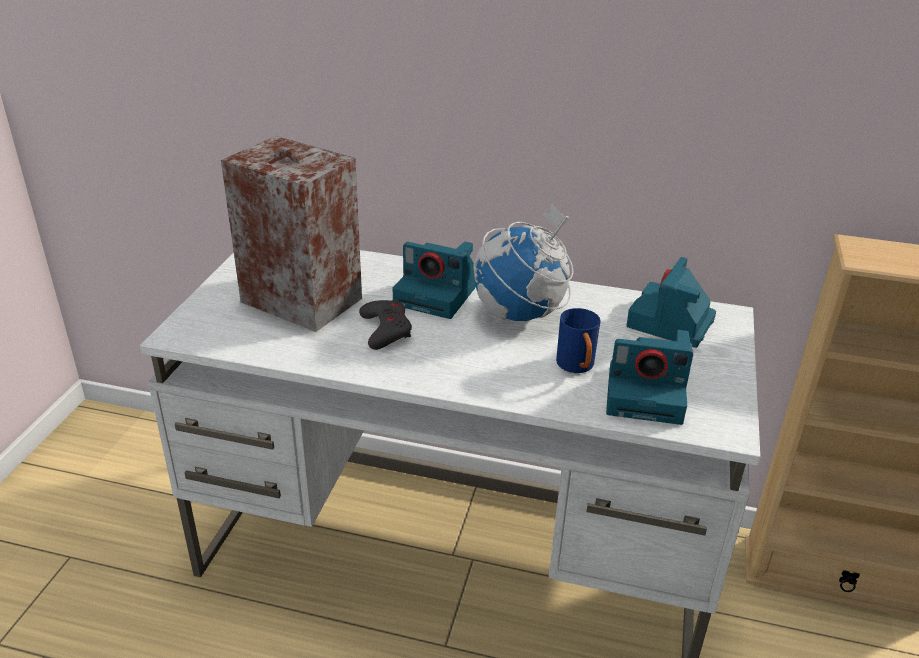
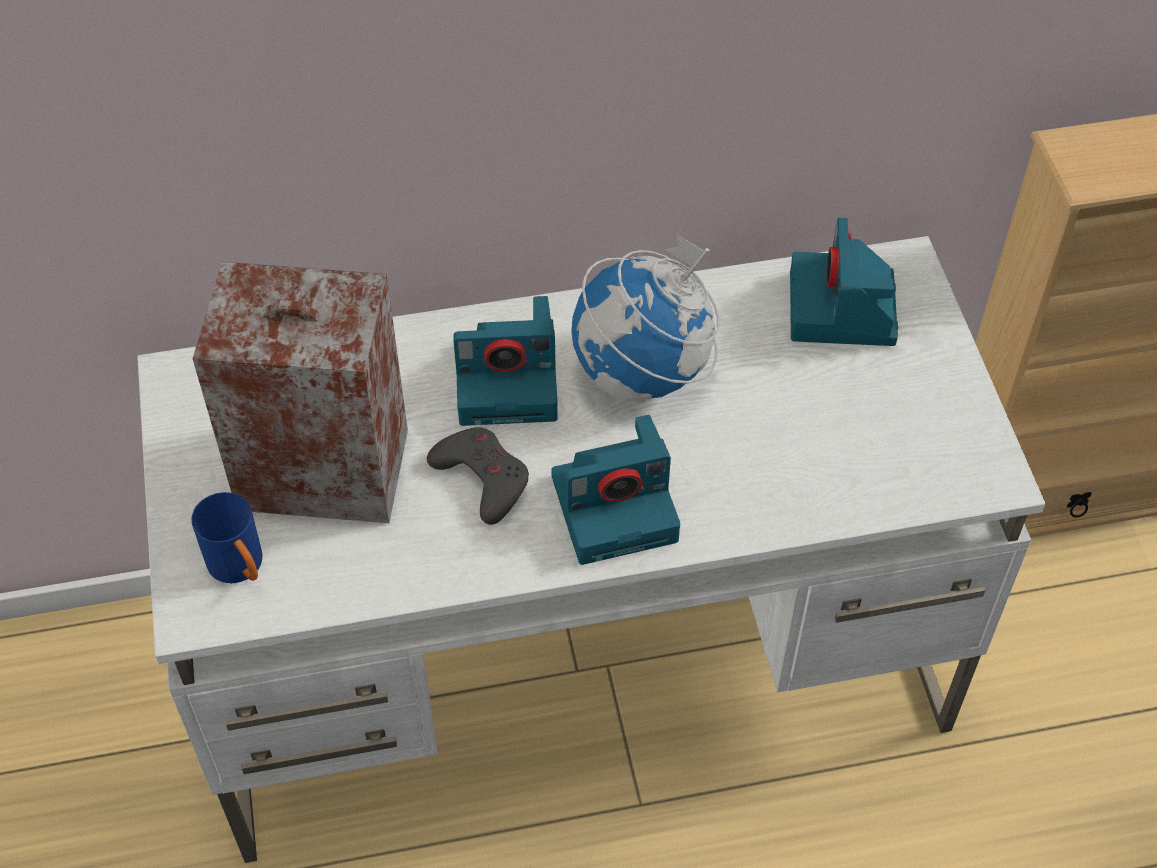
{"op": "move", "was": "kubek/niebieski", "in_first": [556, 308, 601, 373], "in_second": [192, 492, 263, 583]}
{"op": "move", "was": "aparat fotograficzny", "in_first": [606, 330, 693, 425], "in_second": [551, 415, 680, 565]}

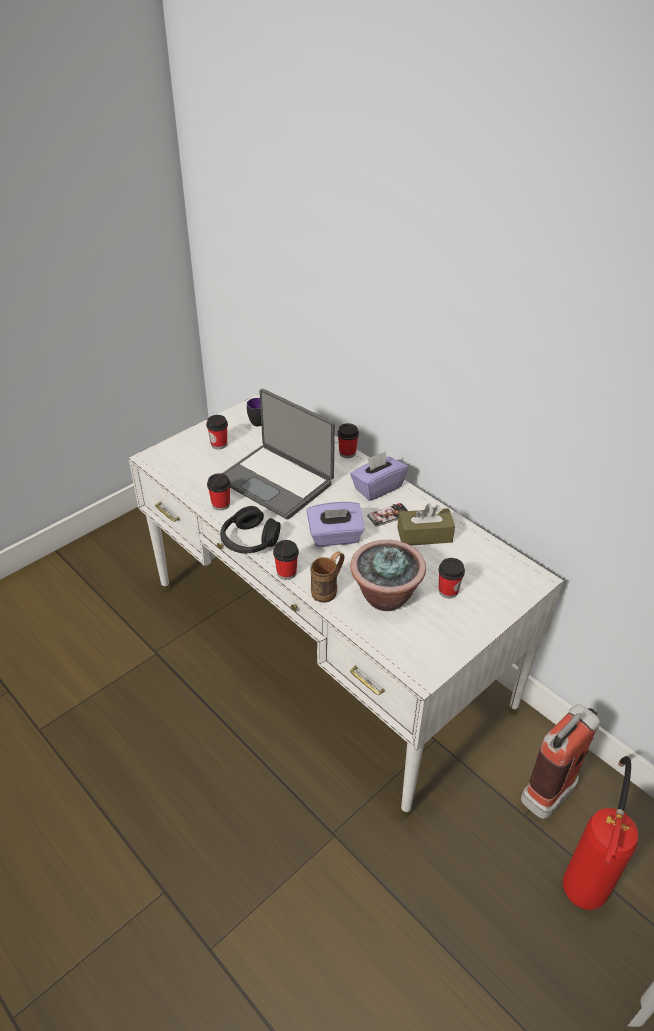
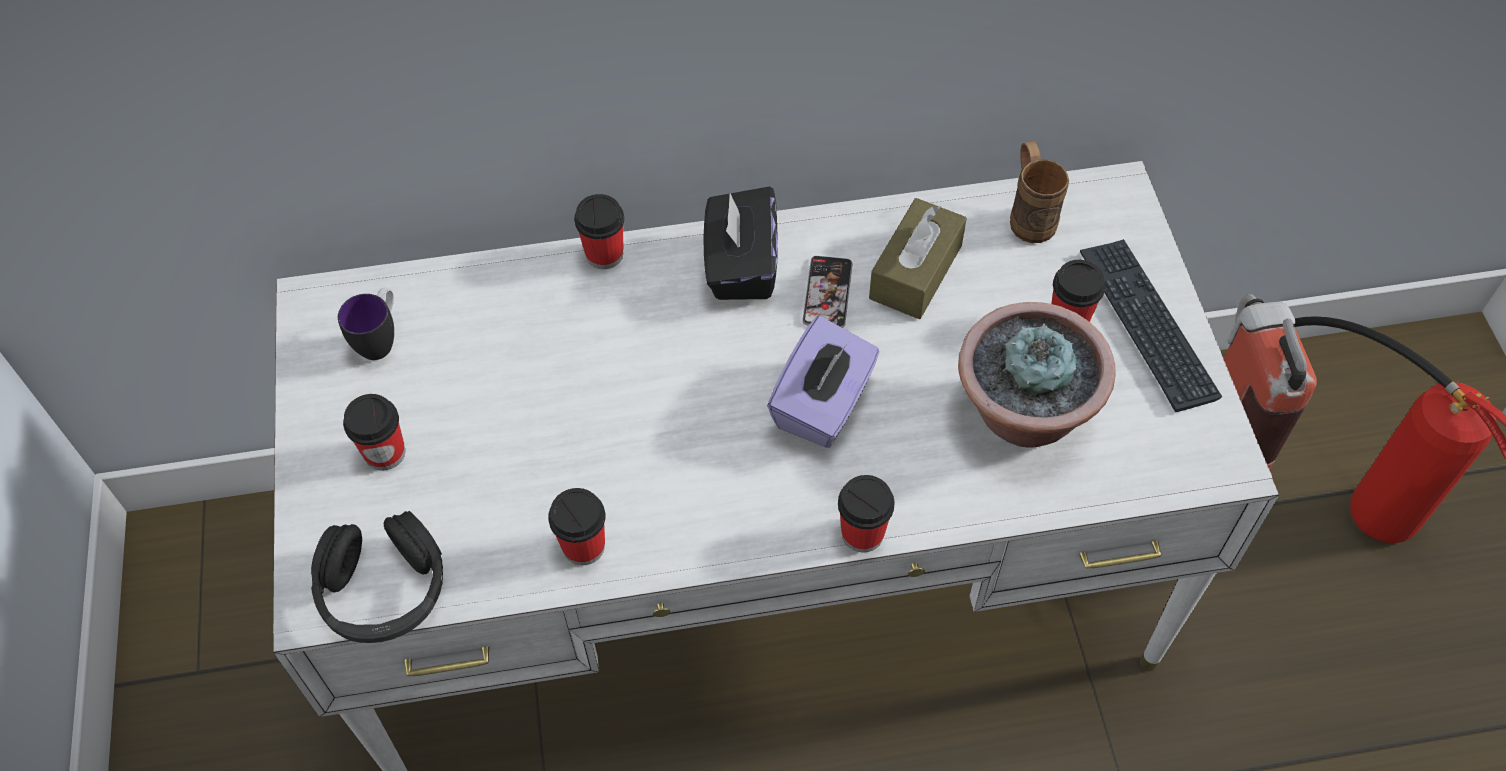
{"op": "move", "was": "słuchawki/czarny", "in_first": [220, 506, 281, 554], "in_second": [311, 511, 443, 643]}
{"op": "recolor", "was": "pudełko chusteczek/fioletowy", "now": "pudełko chusteczek/czarny", "in_first": [350, 451, 408, 501], "in_second": [704, 186, 778, 300]}
{"op": "move", "was": "kubek/brązowy", "in_first": [310, 551, 344, 603], "in_second": [1010, 141, 1069, 243]}
{"op": "insert", "now": "klawiatura", "in_second": [1080, 239, 1222, 412]}
{"op": "delete", "was": "laptop", "in_first": [222, 389, 335, 520]}

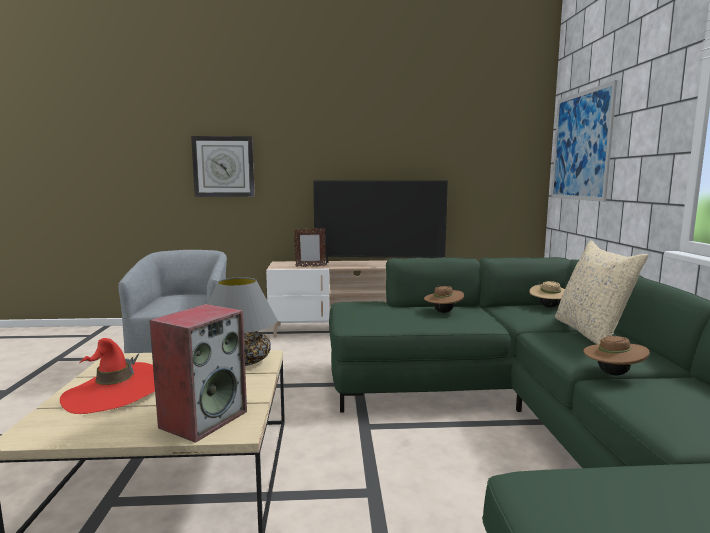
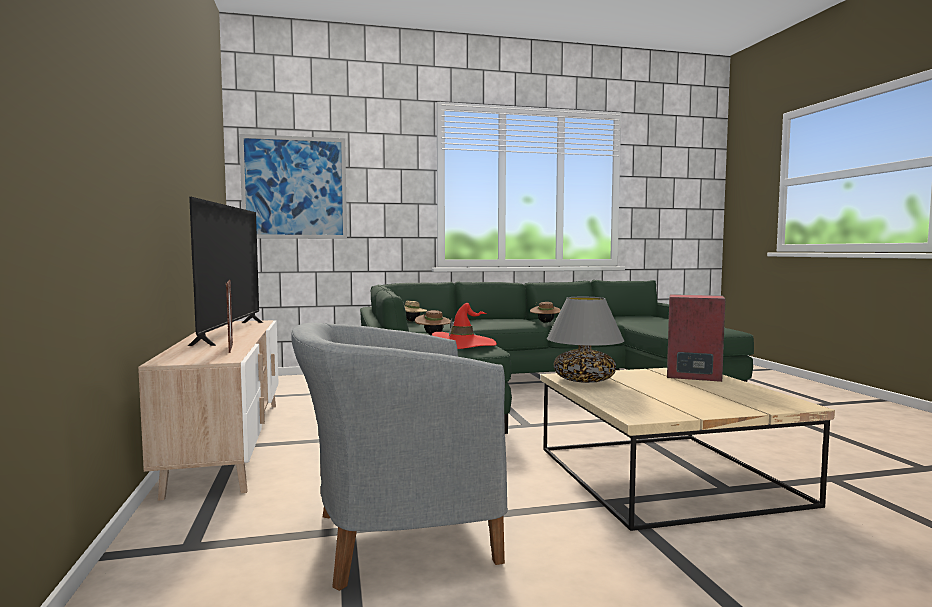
{"op": "move", "was": "kapelusz/czerwony", "in_first": [60, 338, 155, 414], "in_second": [432, 303, 497, 349]}
{"op": "delete", "was": "zegar ścienny", "in_first": [191, 136, 255, 197]}
{"op": "delete", "was": "poduszka/beżowy", "in_first": [555, 241, 648, 344]}

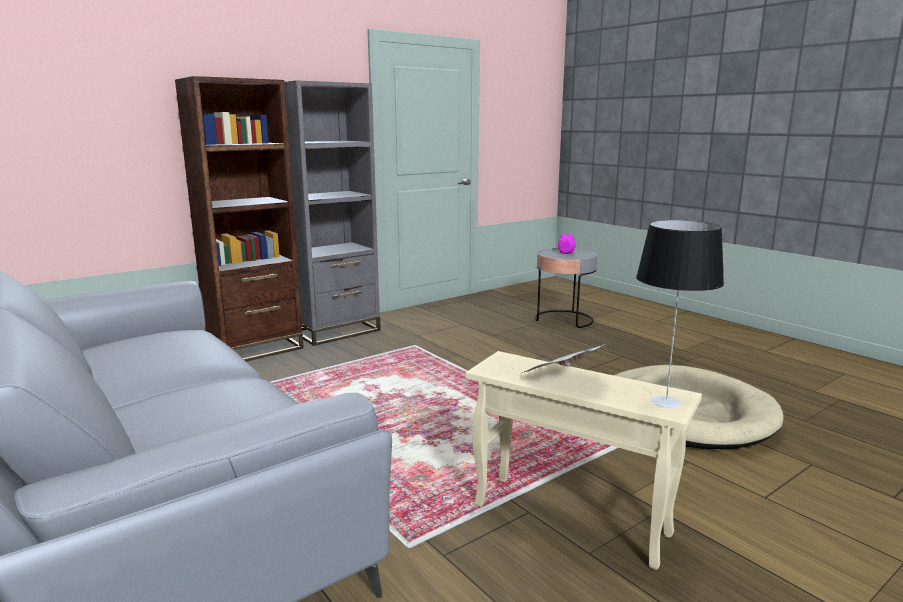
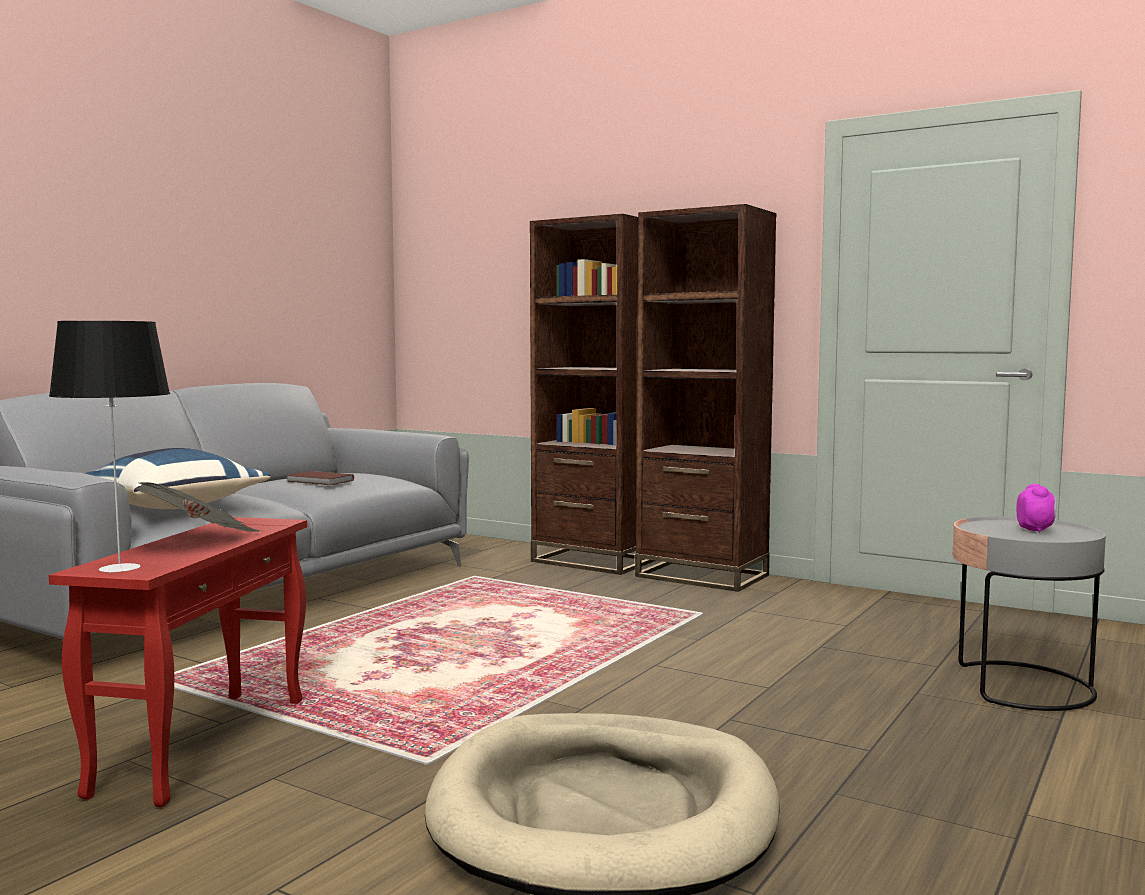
{"op": "recolor", "was": "stolik/beżowy", "now": "stolik/czerwony", "in_first": [465, 351, 702, 570], "in_second": [48, 517, 307, 807]}
{"op": "insert", "now": "poduszka/niebieski", "in_second": [85, 448, 270, 509]}
{"op": "insert", "now": "książka/brązowy", "in_second": [286, 471, 354, 485]}
{"op": "recolor", "was": "regał/szary", "now": "regał/brązowy", "in_first": [285, 80, 381, 346], "in_second": [635, 204, 777, 592]}

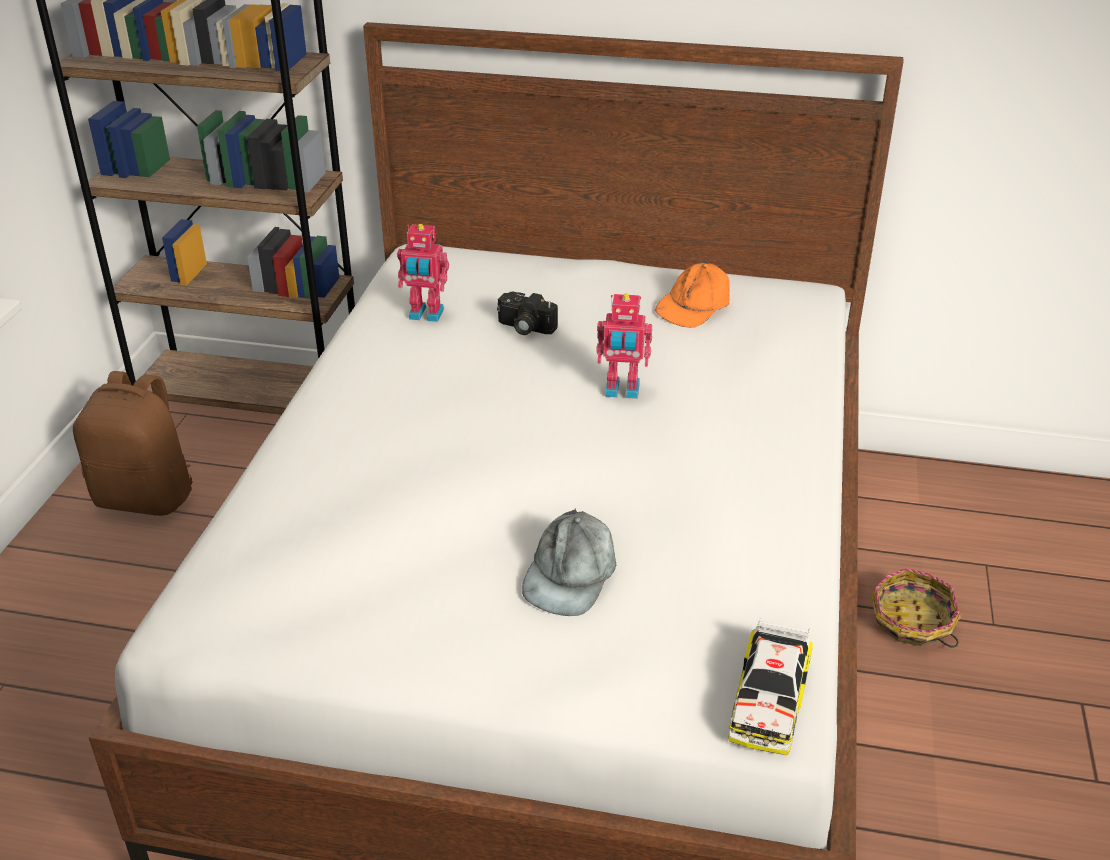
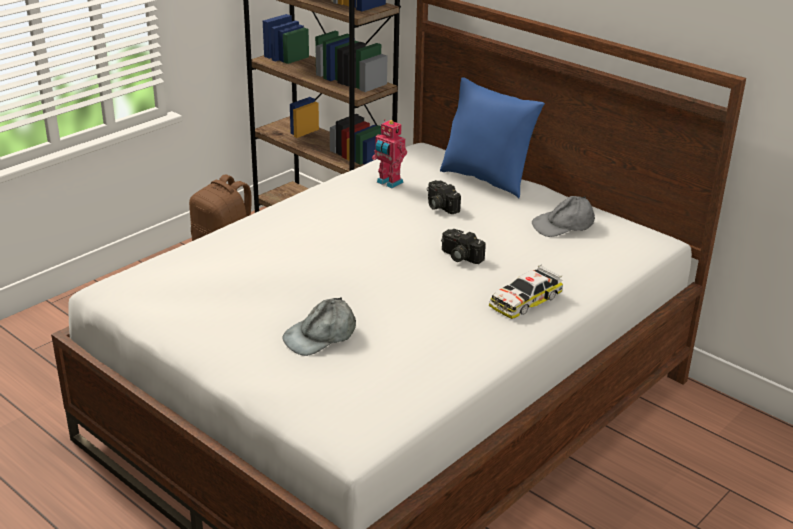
{"op": "insert", "now": "poduszka/niebieski", "in_second": [440, 77, 545, 198]}
{"op": "replace", "was": "robot zabawkowy", "now": "aparat fotograficzny", "in_first": [596, 294, 652, 399], "in_second": [441, 229, 486, 264]}
{"op": "move", "was": "samochodzik", "in_first": [728, 618, 813, 755], "in_second": [489, 264, 563, 319]}
{"op": "recolor", "was": "czapka z daszkiem/pomarańczowy", "now": "czapka z daszkiem/szary", "in_first": [655, 260, 730, 328], "in_second": [532, 196, 595, 237]}
{"op": "delete", "was": "koszyk", "in_first": [872, 568, 961, 648]}

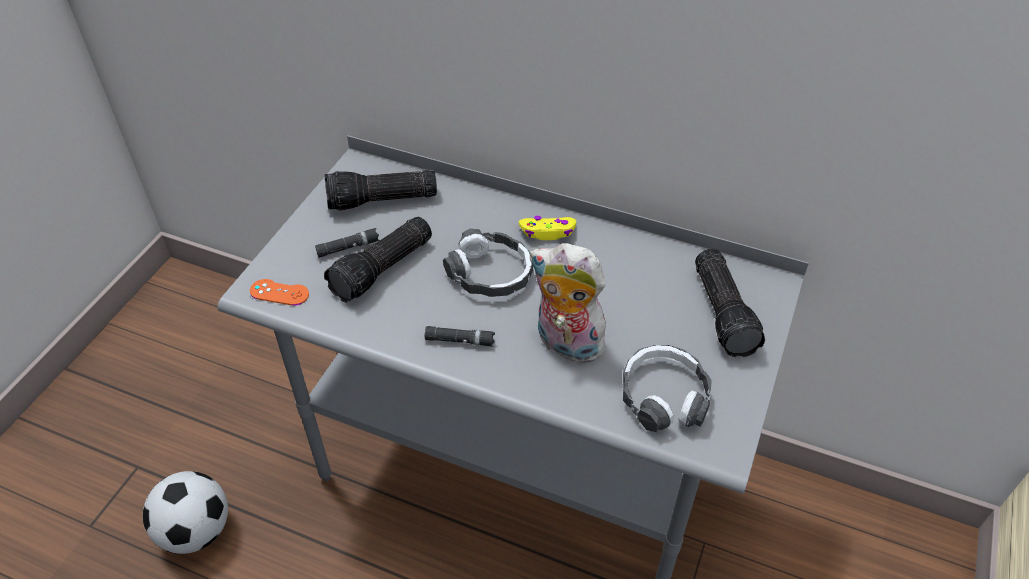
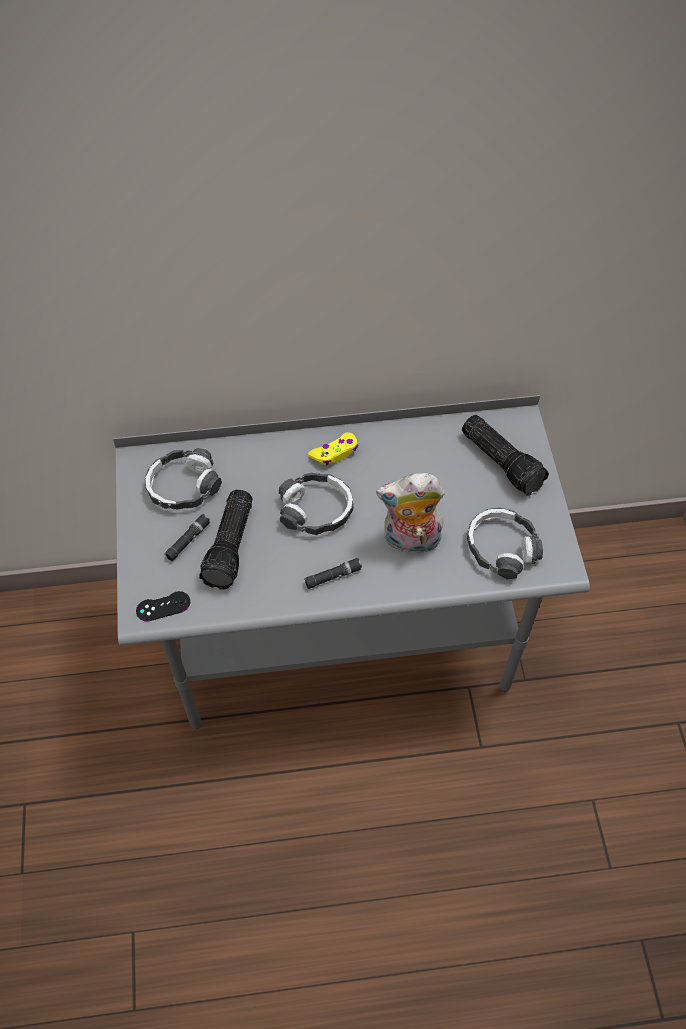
{"op": "recolor", "was": "pad do gier/pomarańczowy", "now": "pad do gier/czarny", "in_first": [250, 279, 309, 306], "in_second": [136, 591, 190, 621]}
{"op": "replace", "was": "latarka", "now": "słuchawki", "in_first": [324, 170, 437, 211], "in_second": [145, 448, 222, 509]}
{"op": "delete", "was": "piłka futbolowa", "in_first": [143, 471, 228, 554]}

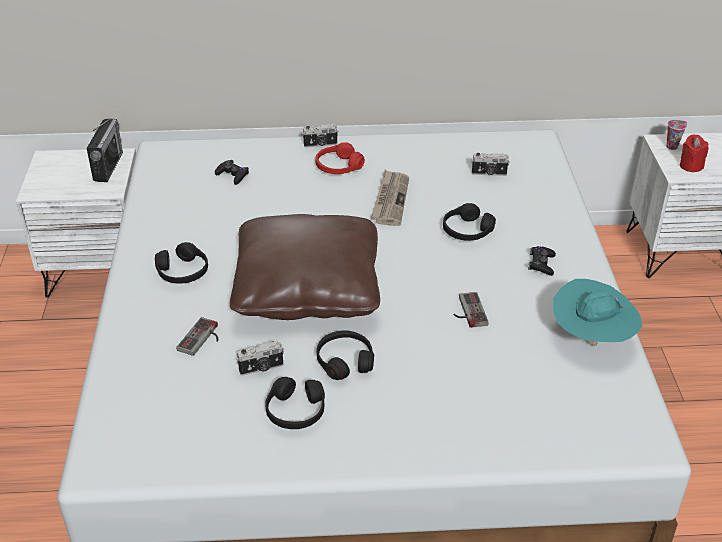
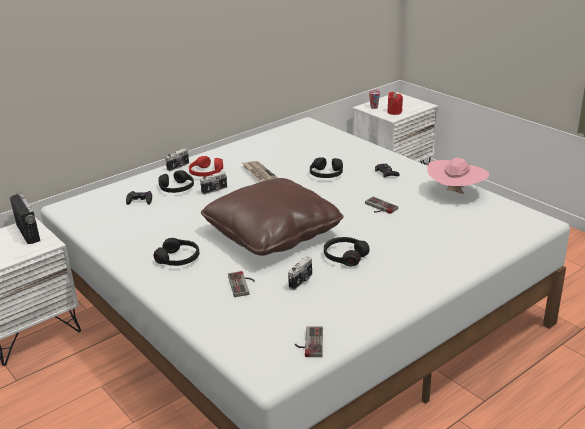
{"op": "move", "was": "słuchawki/czarny", "in_first": [265, 377, 325, 429], "in_second": [159, 170, 194, 193]}
{"op": "move", "was": "aparat fotograficzny", "in_first": [471, 153, 510, 176], "in_second": [200, 171, 227, 195]}
{"op": "insert", "now": "pad do gier", "in_second": [295, 326, 323, 357]}
{"op": "recolor", "was": "kapelusz/turkusowy", "now": "kapelusz/różowy", "in_first": [553, 279, 642, 346], "in_second": [427, 158, 489, 194]}

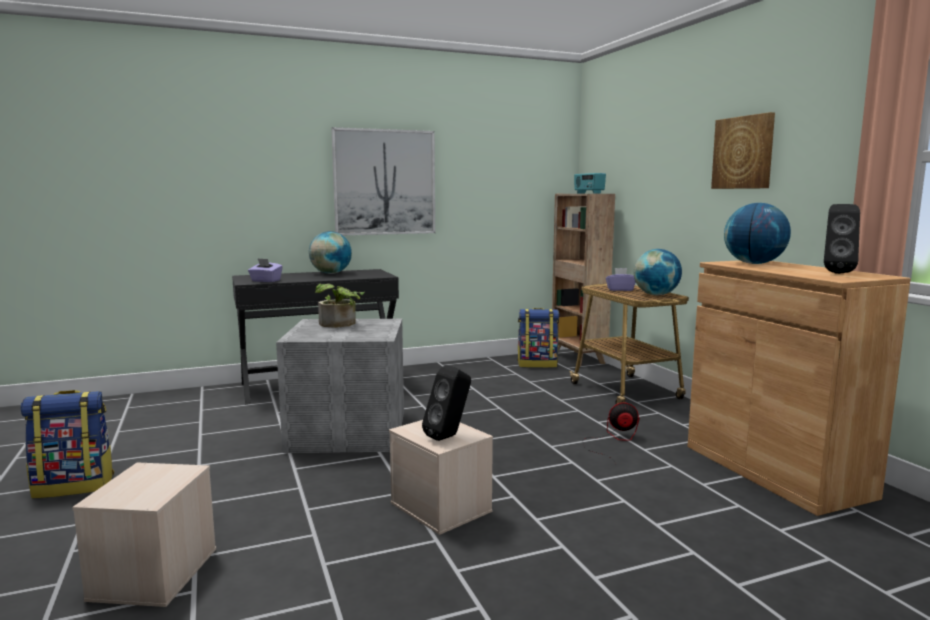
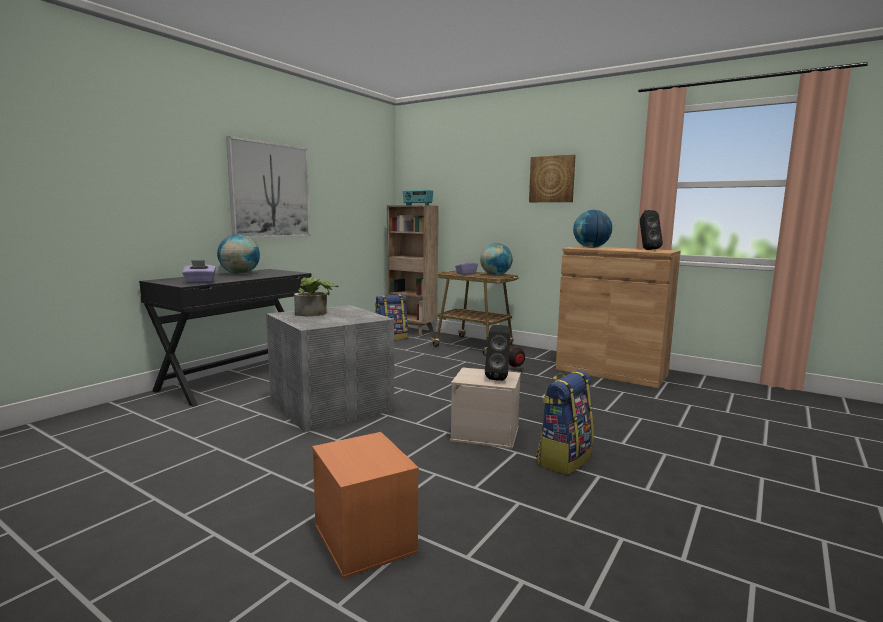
{"op": "recolor", "was": "pojemnik do przechowywania/beżowy", "now": "pojemnik do przechowywania/pomarańczowy", "in_first": [72, 462, 216, 607], "in_second": [312, 432, 419, 579]}
{"op": "move", "was": "plecak", "in_first": [21, 390, 114, 498], "in_second": [536, 370, 594, 475]}

